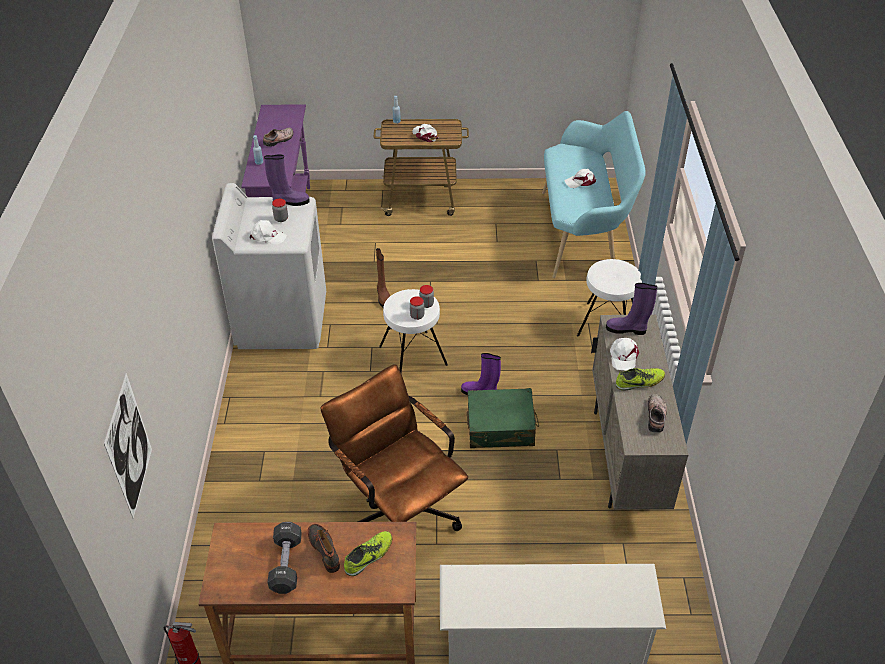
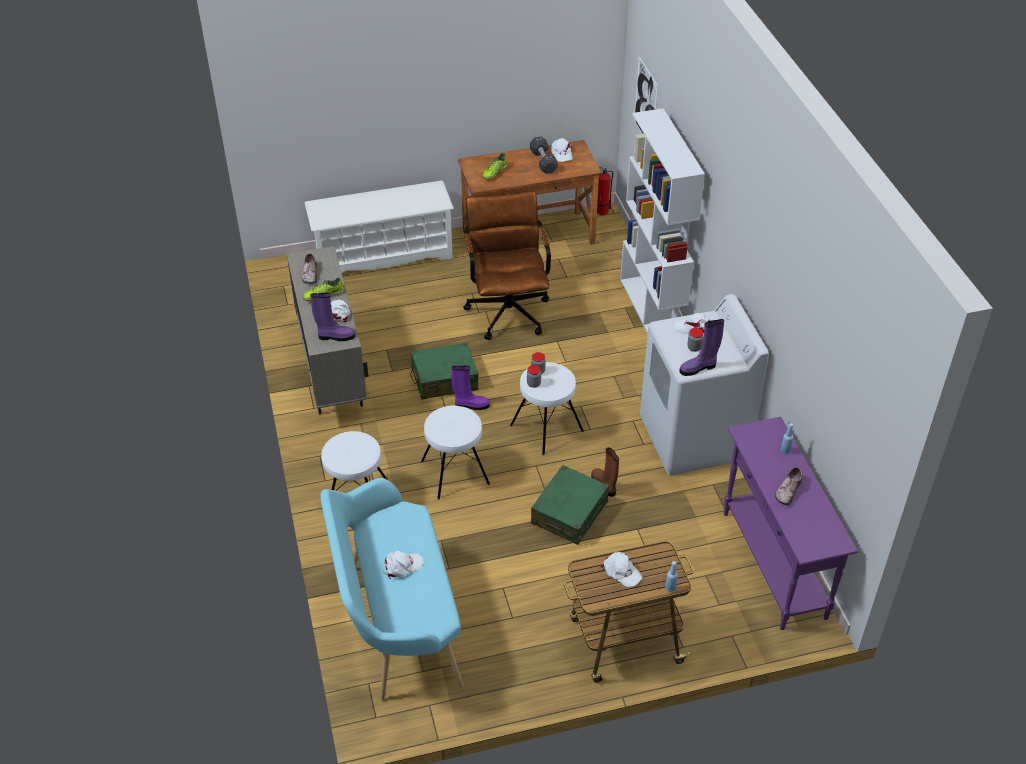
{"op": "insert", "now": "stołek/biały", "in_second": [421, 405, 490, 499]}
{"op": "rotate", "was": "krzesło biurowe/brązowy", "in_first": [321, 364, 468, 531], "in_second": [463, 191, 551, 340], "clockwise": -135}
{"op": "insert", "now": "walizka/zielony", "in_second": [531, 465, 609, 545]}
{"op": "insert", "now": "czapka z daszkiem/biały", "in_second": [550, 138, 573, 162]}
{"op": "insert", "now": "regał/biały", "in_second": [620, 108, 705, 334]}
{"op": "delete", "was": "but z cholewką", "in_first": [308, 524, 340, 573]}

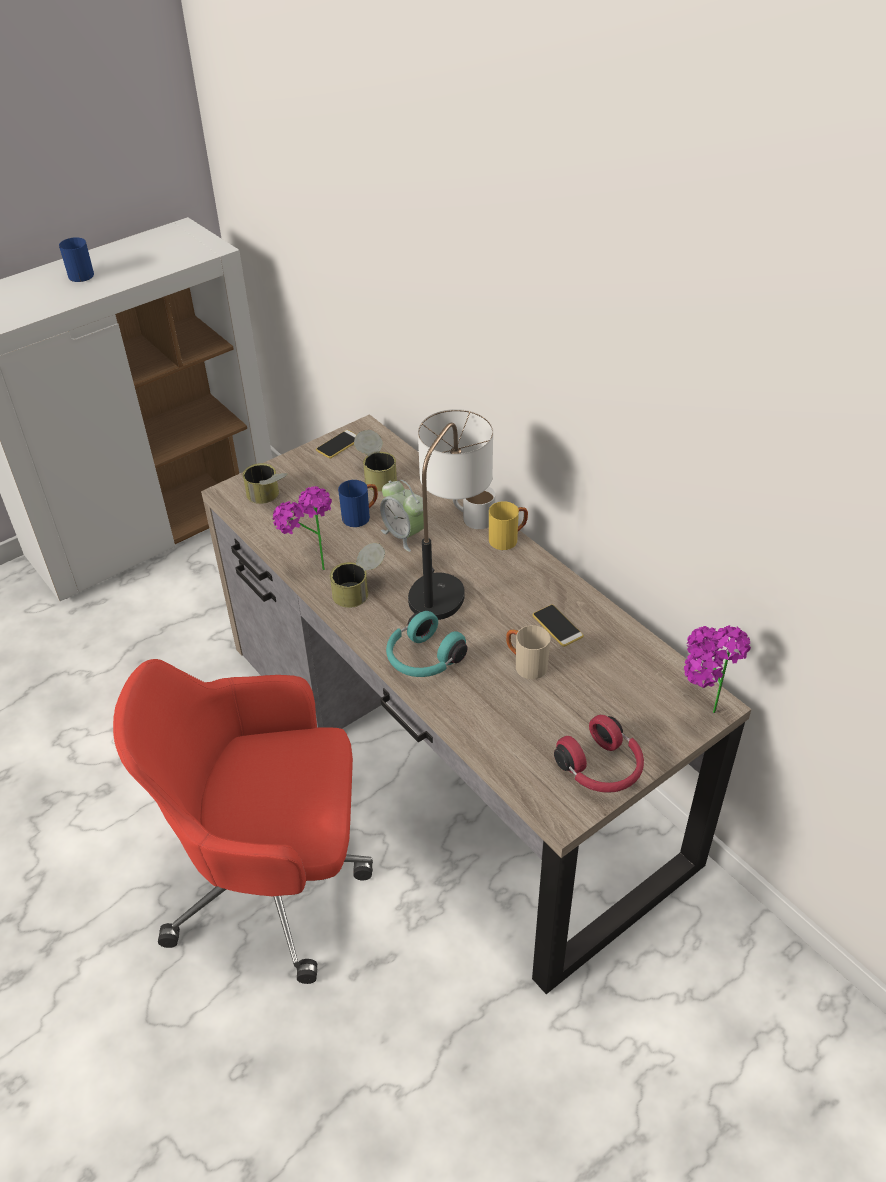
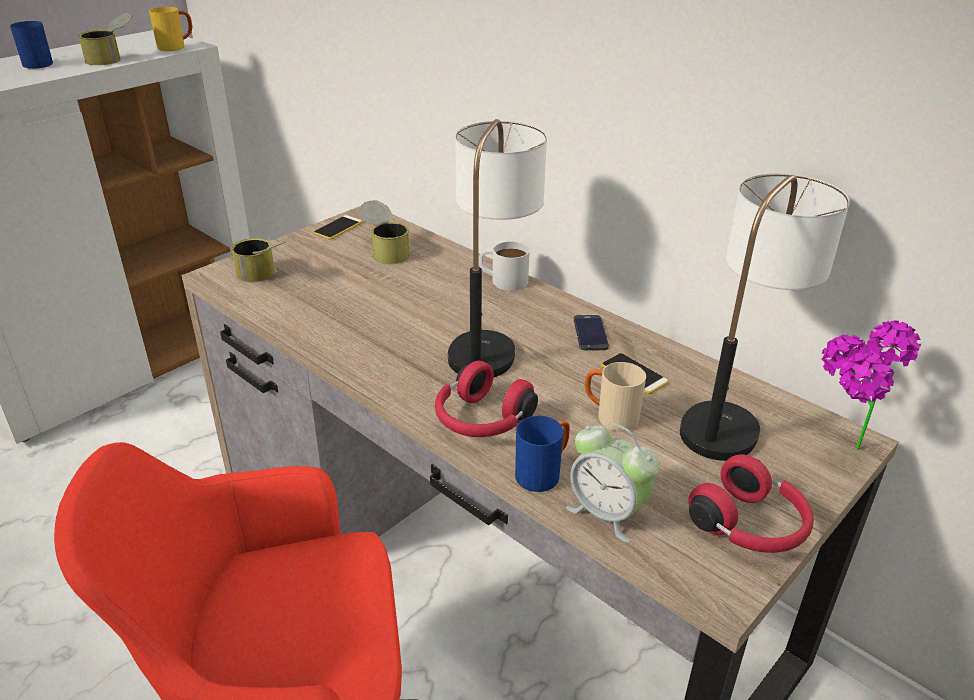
{"op": "move", "was": "puszka", "in_first": [330, 543, 385, 608], "in_second": [78, 13, 132, 65]}
{"op": "move", "was": "kubek/żółty", "in_first": [489, 501, 528, 550], "in_second": [149, 7, 192, 51]}
{"op": "recolor", "was": "słuchawki/turkusowy", "now": "słuchawki/czerwony", "in_first": [386, 611, 468, 677], "in_second": [435, 361, 538, 437]}
{"op": "move", "was": "kubek/niebieski", "in_first": [338, 480, 378, 527], "in_second": [515, 416, 570, 492]}
{"op": "move", "was": "budzik", "in_first": [380, 480, 424, 552], "in_second": [566, 423, 659, 542]}
{"op": "insert", "now": "telefon", "in_second": [574, 315, 609, 351]}
{"op": "insert", "now": "lampa stołowa", "in_second": [680, 173, 850, 461]}
{"op": "delete", "was": "roślina doniczkowa", "in_first": [273, 486, 332, 570]}

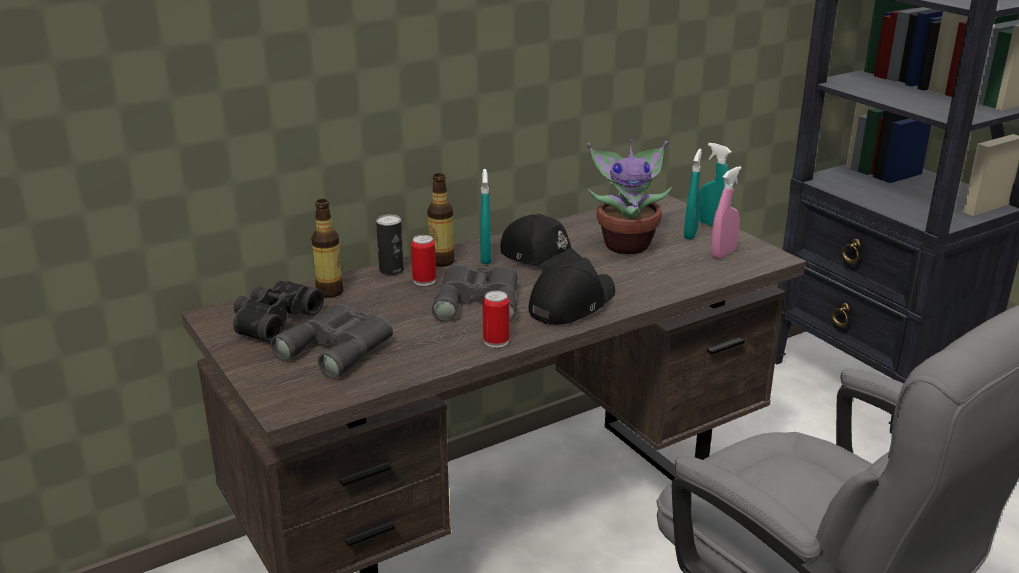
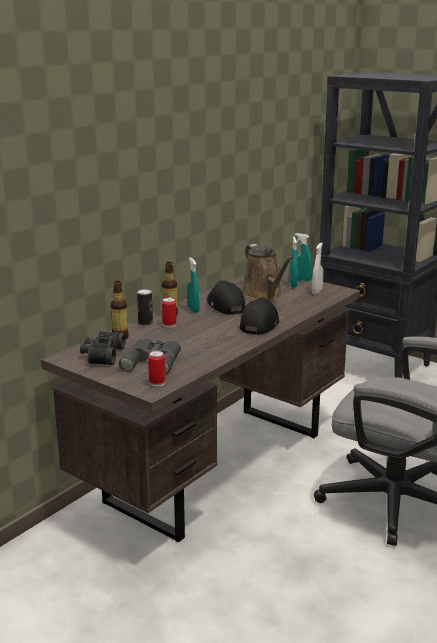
{"op": "move", "was": "puszka", "in_first": [483, 291, 510, 348], "in_second": [148, 351, 166, 387]}
{"op": "rotate", "was": "czapka z daszkiem/czarny", "in_first": [501, 214, 581, 270], "in_second": [207, 280, 246, 315], "clockwise": -135}
{"op": "replace", "was": "roślina doniczkowa", "now": "konewka/brązowy", "in_first": [587, 140, 672, 254], "in_second": [241, 244, 293, 299]}
{"op": "recolor", "was": "spryskiwacz/różowy", "now": "spryskiwacz/biały", "in_first": [711, 166, 742, 258], "in_second": [312, 242, 323, 295]}
{"op": "delete", "was": "lornetka/szary", "in_first": [432, 265, 518, 322]}

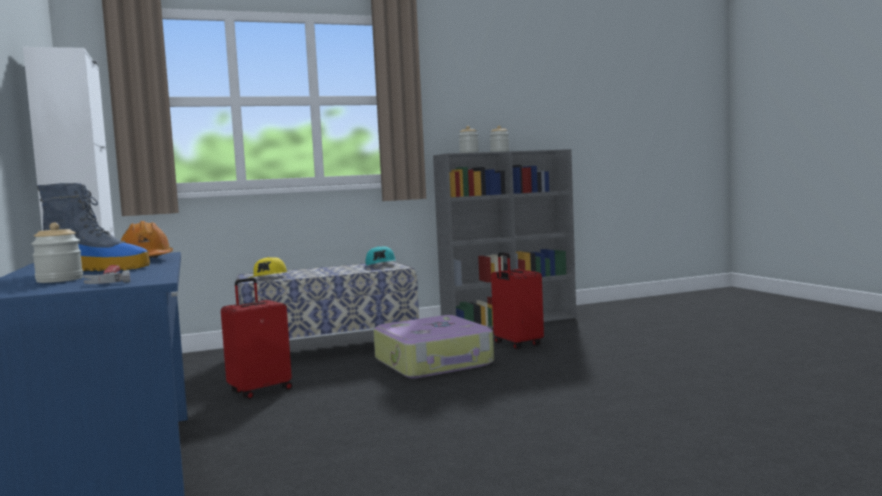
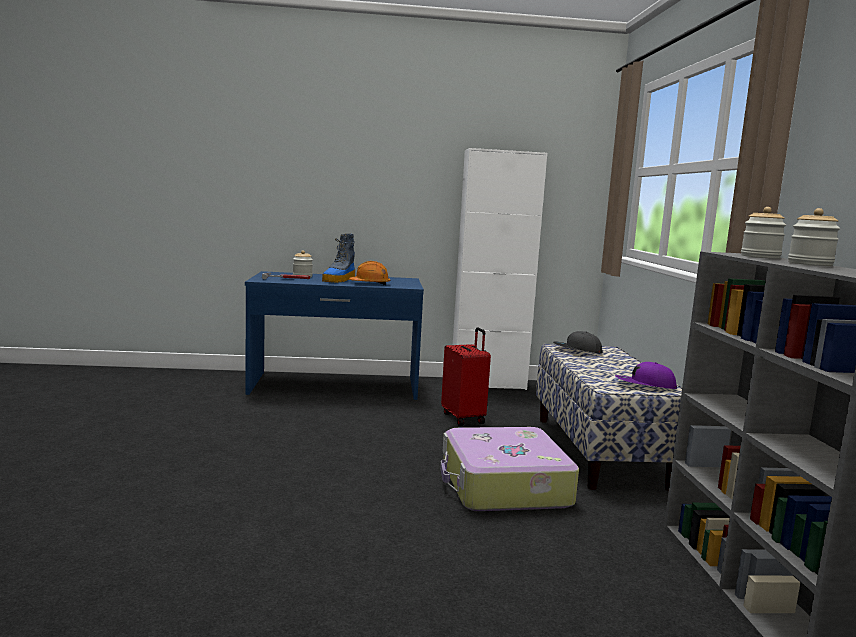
{"op": "recolor", "was": "czapka z daszkiem/żółty", "now": "czapka z daszkiem/szary", "in_first": [249, 257, 287, 278], "in_second": [553, 331, 602, 353]}
{"op": "recolor", "was": "czapka z daszkiem/turkusowy", "now": "czapka z daszkiem/fioletowy", "in_first": [365, 246, 396, 265], "in_second": [615, 362, 677, 389]}
{"op": "delete", "was": "walizka/czerwony", "in_first": [491, 252, 544, 349]}

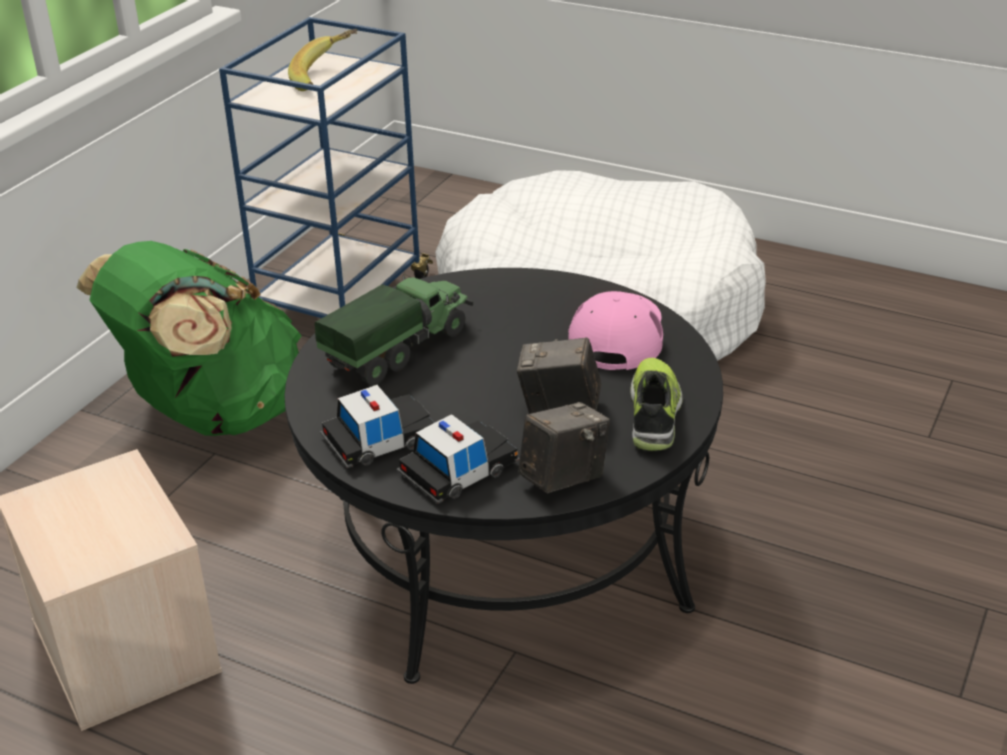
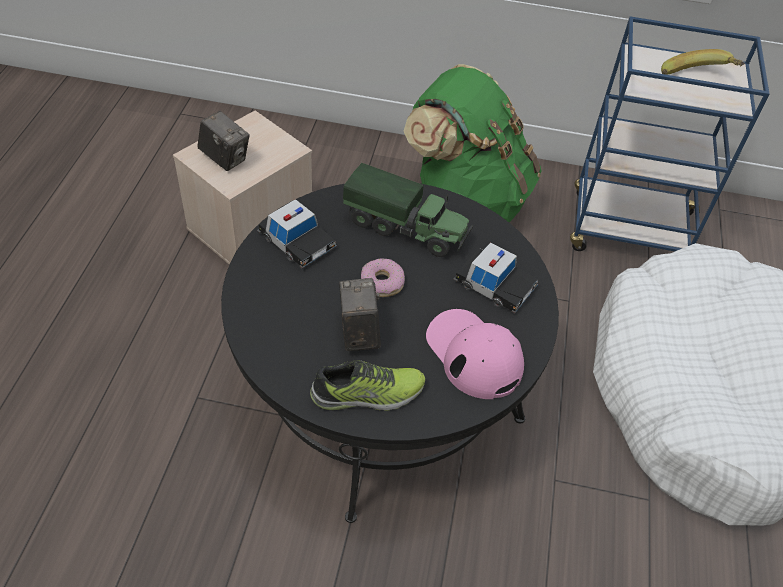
{"op": "move", "was": "aparat fotograficzny", "in_first": [518, 402, 610, 494], "in_second": [197, 111, 250, 171]}
{"op": "insert", "now": "donut", "in_second": [361, 258, 405, 297]}
{"op": "rotate", "was": "czapka z daszkiem/różowy", "in_first": [568, 291, 663, 370], "in_second": [426, 309, 524, 399], "clockwise": -120}
{"op": "move", "was": "samochodzik", "in_first": [397, 414, 520, 504], "in_second": [453, 243, 538, 314]}

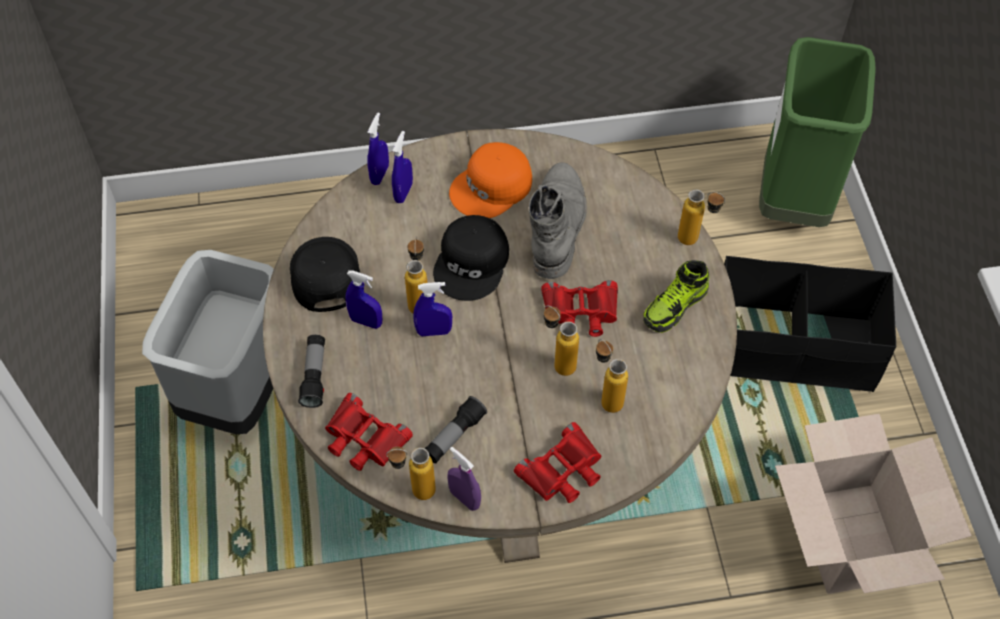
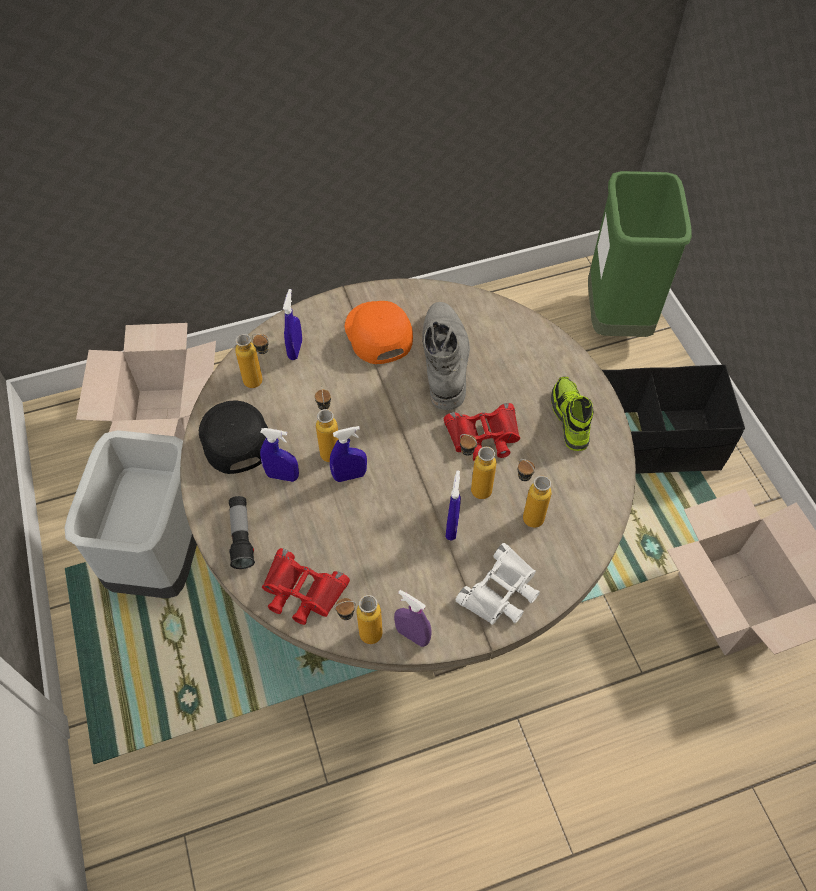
{"op": "insert", "now": "karton", "in_second": [76, 323, 216, 440]}
{"op": "move", "was": "butelka", "in_first": [678, 190, 725, 245], "in_second": [235, 333, 269, 388]}
{"op": "rotate", "was": "czapka z daszkiem/pomarańczowy", "in_first": [449, 142, 532, 218], "in_second": [345, 301, 413, 364], "clockwise": 120}
{"op": "move", "was": "spryskiwacz/niebieski", "in_first": [367, 113, 389, 185], "in_second": [446, 470, 461, 541]}
{"op": "recolor", "was": "lornetka/czerwony", "now": "lornetka/biały", "in_first": [514, 422, 601, 503], "in_second": [456, 543, 540, 625]}
{"op": "rotate", "was": "but", "in_first": [643, 260, 709, 333], "in_second": [551, 376, 594, 451], "clockwise": 135}
{"op": "delete", "was": "latarka", "in_first": [425, 396, 487, 463]}
{"op": "delete", "was": "czapka z daszkiem/czarny", "in_first": [433, 215, 509, 301]}

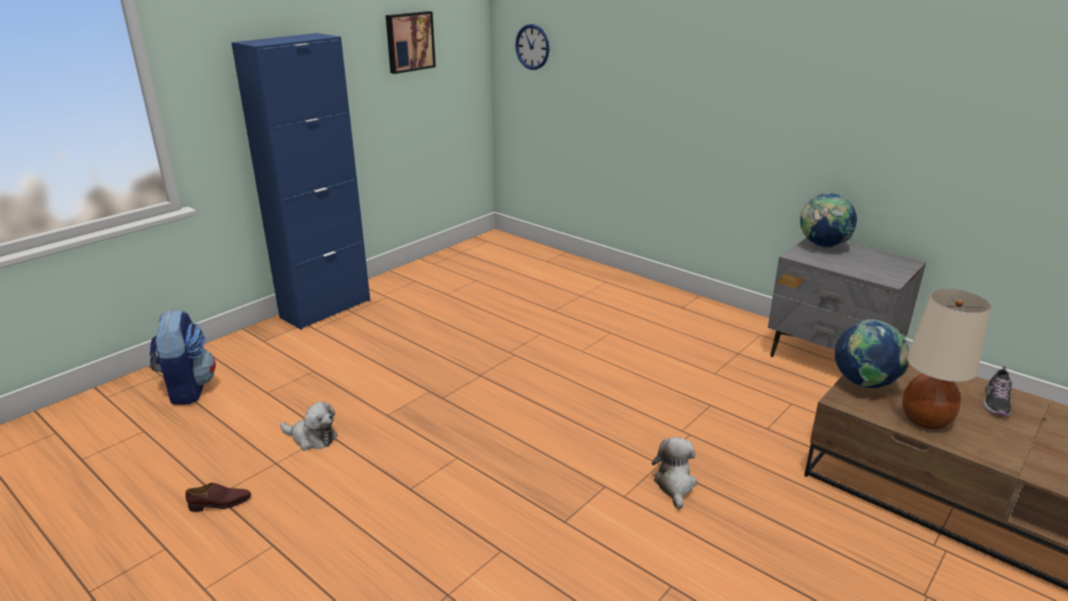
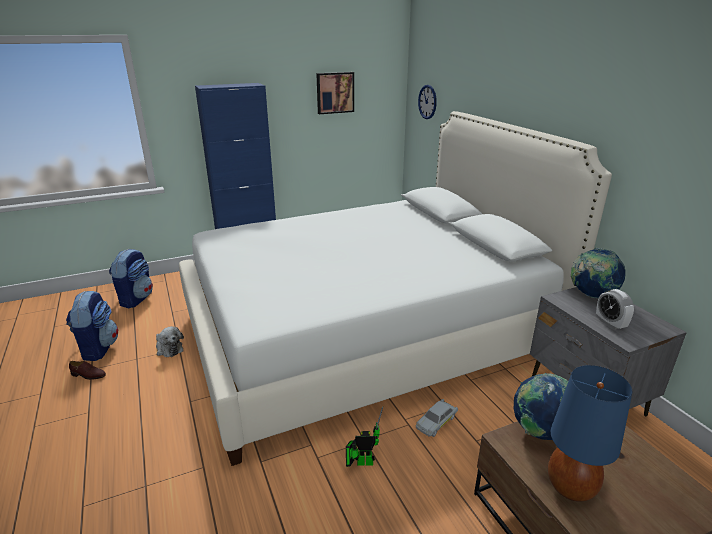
{"op": "insert", "now": "plecak", "in_second": [66, 291, 119, 361]}
{"op": "insert", "now": "łóżko/biały", "in_second": [179, 111, 612, 466]}
{"op": "replace", "was": "pluszak", "now": "robot zabawkowy", "in_first": [652, 437, 697, 509], "in_second": [346, 407, 383, 467]}
{"op": "insert", "now": "samochodzik/biały", "in_second": [416, 399, 458, 437]}
{"op": "recolor", "was": "lampa stołowa/beżowy", "now": "lampa stołowa/niebieski", "in_first": [902, 289, 991, 429], "in_second": [548, 365, 632, 502]}
{"op": "insert", "now": "budzik", "in_second": [596, 289, 634, 330]}
{"op": "delete", "was": "but", "in_first": [983, 366, 1012, 416]}

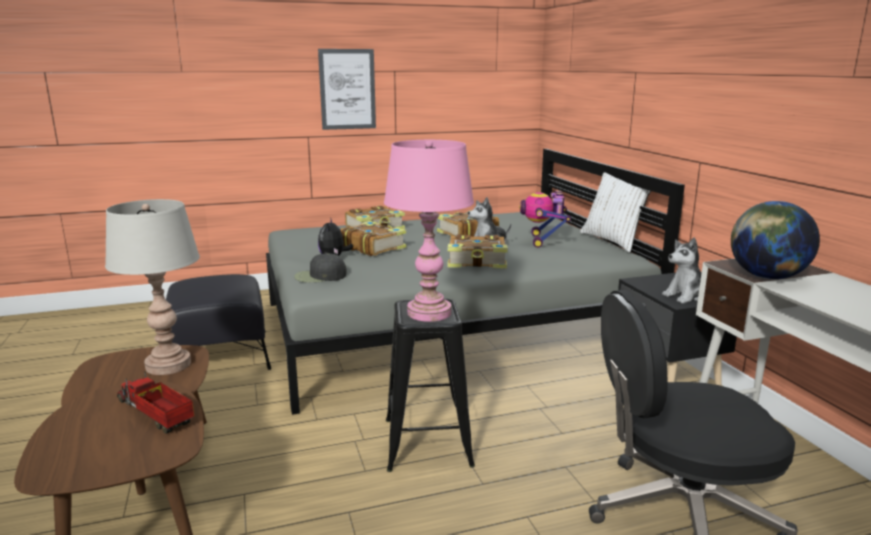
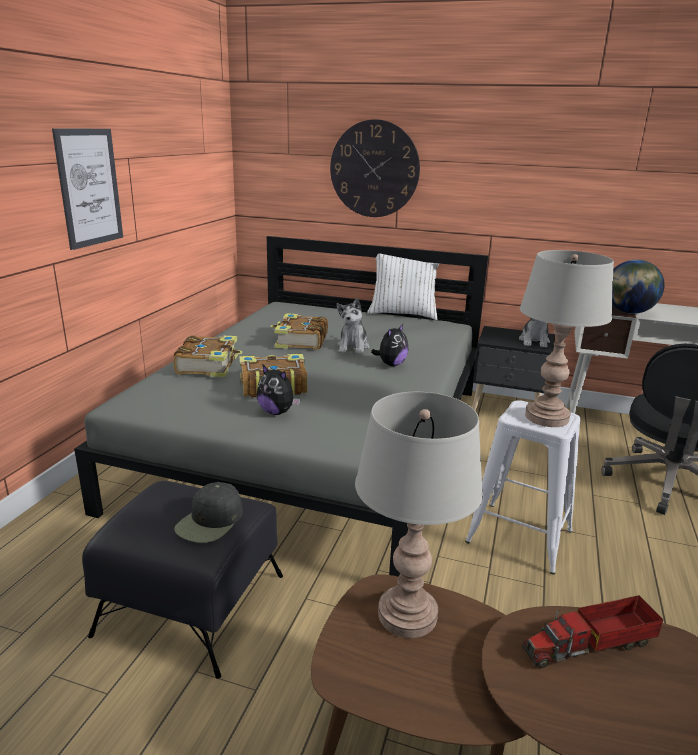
{"op": "move", "was": "czapka z daszkiem/czarny", "in_first": [294, 253, 347, 282], "in_second": [174, 482, 243, 543]}
{"op": "insert", "now": "zegar ścienny", "in_second": [330, 119, 420, 217]}
{"op": "replace", "was": "książka", "now": "pluszak", "in_first": [448, 235, 508, 268], "in_second": [371, 324, 409, 366]}
{"op": "recolor", "was": "stołek/czarny", "now": "stołek/biały", "in_first": [386, 299, 475, 472], "in_second": [465, 400, 580, 574]}
{"op": "recolor", "was": "lampa stołowa/różowy", "now": "lampa stołowa/szary", "in_first": [384, 140, 474, 322], "in_second": [520, 250, 614, 427]}
{"op": "delete", "was": "robot zabawkowy", "in_first": [519, 191, 571, 248]}

